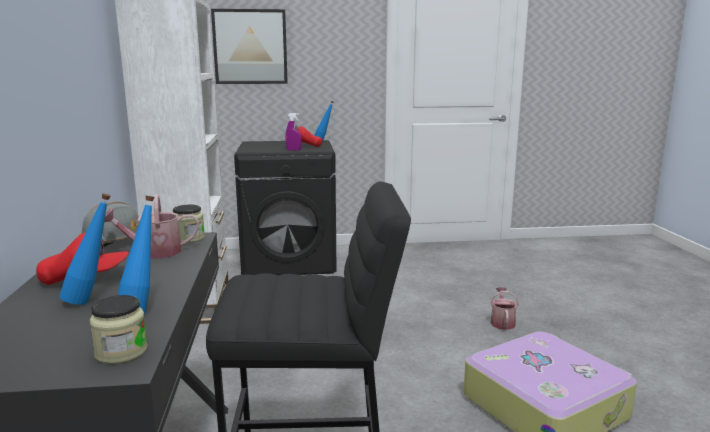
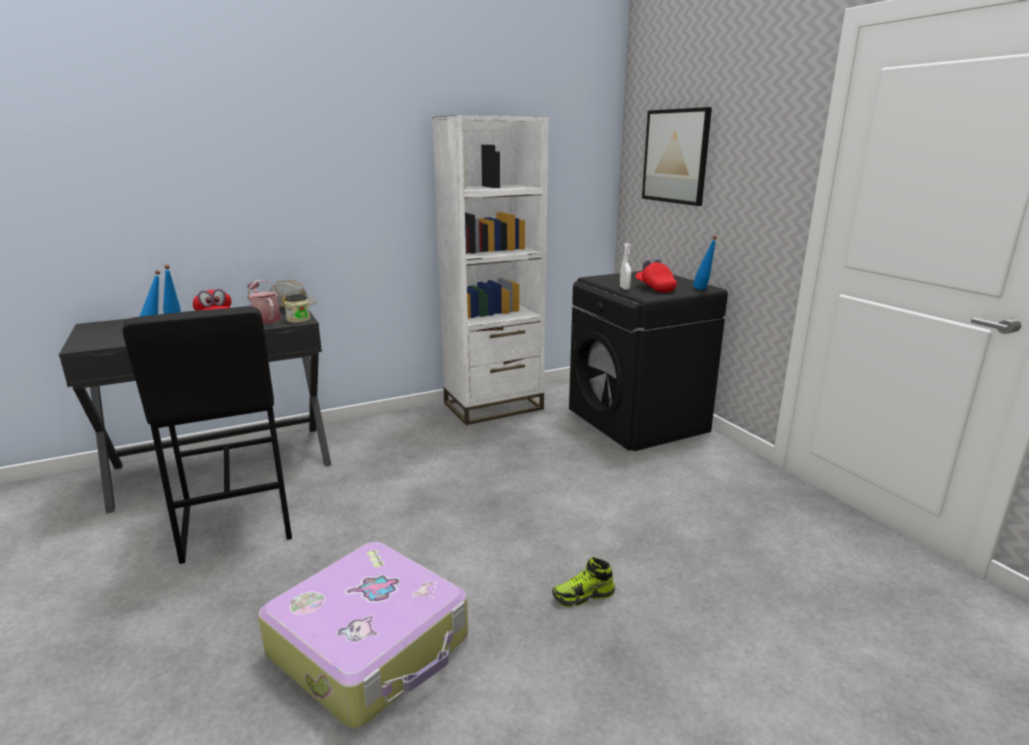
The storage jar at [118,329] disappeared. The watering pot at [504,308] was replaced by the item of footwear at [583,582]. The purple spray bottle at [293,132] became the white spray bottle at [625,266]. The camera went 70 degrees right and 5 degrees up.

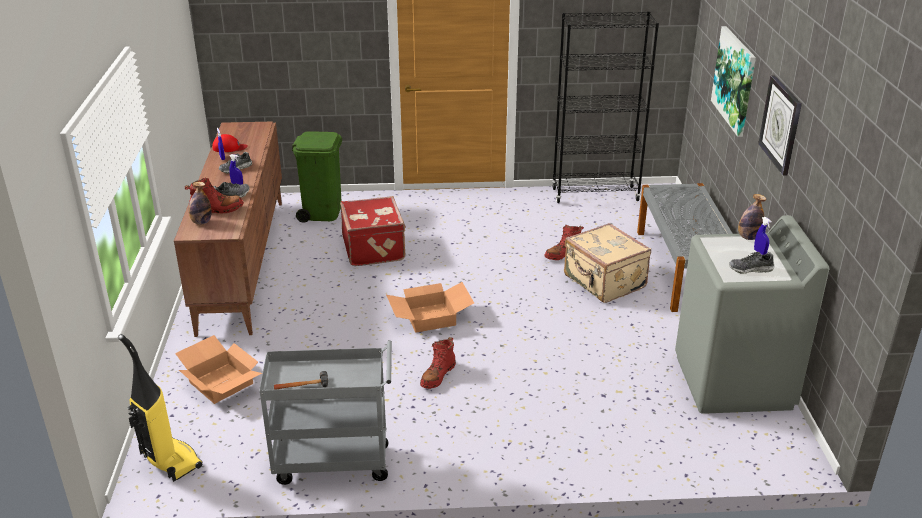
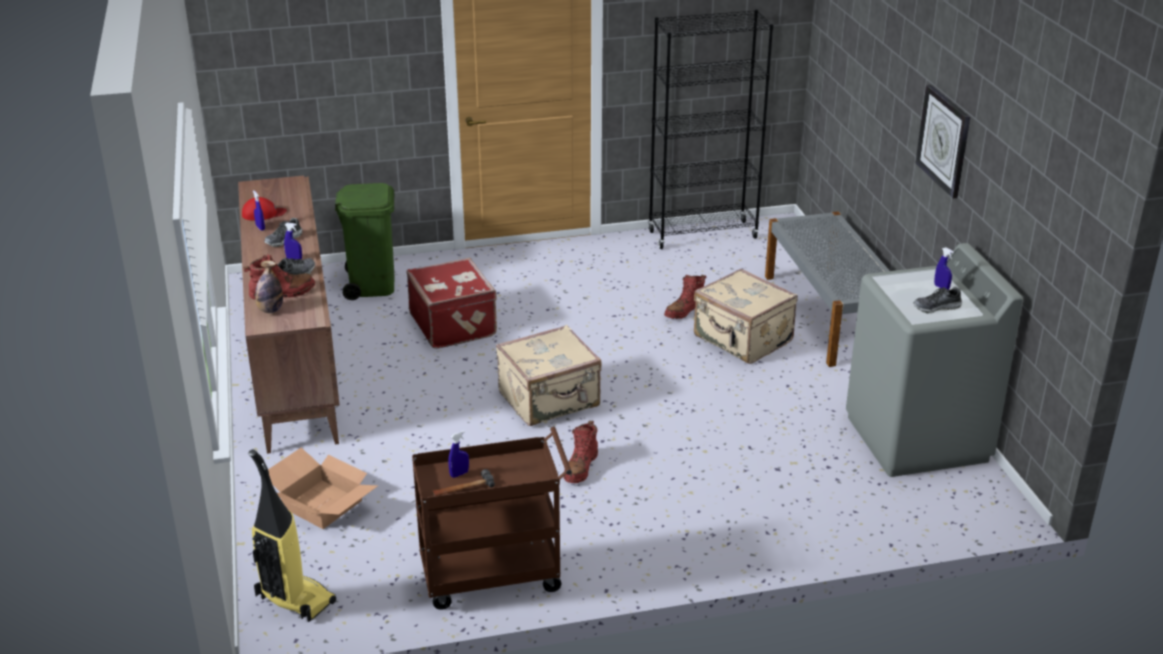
The wall art at [733,81] disappeared. The beverage bottle at [752,217] disappeared. The blue-coloured spray bottle at [458,454] appeared. The cardboard box at [430,307] was replaced by the beige travel case at [548,375]. The greyish cart at [325,412] became the brownish cart at [492,518]. The camera went 10 degrees left and 0 degrees up.

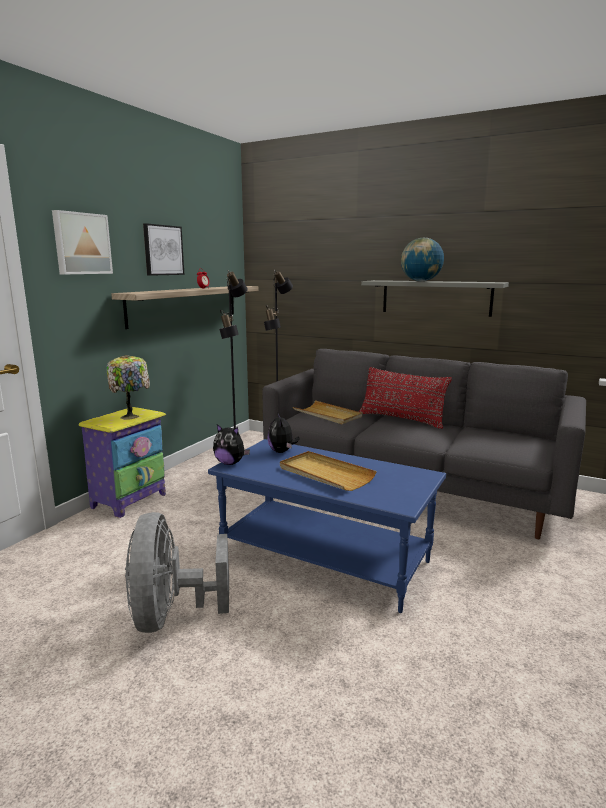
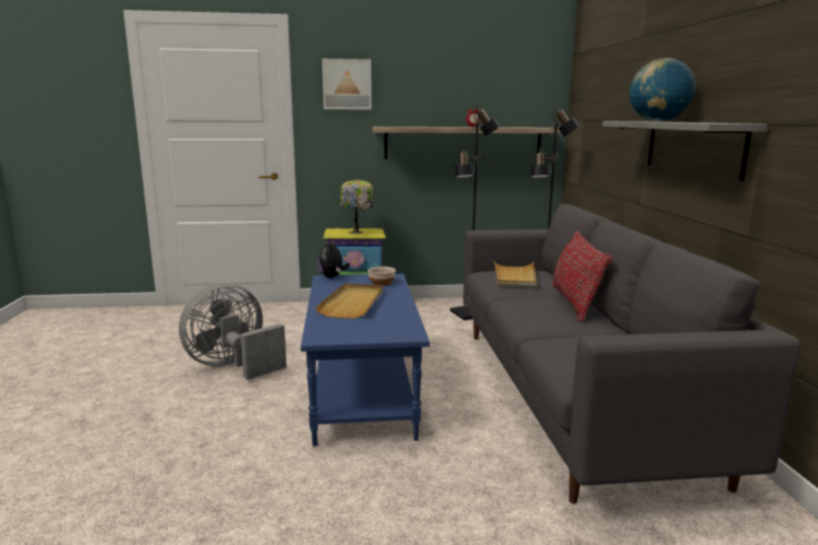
The wall art at [163,249] disappeared. The cuddly toy at [283,433] was replaced by the deep dish at [382,276]. The camera went 55 degrees right and 0 degrees up.

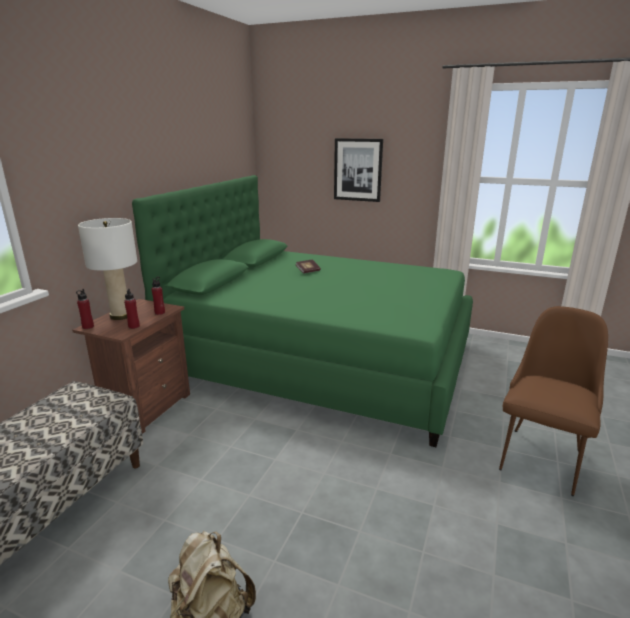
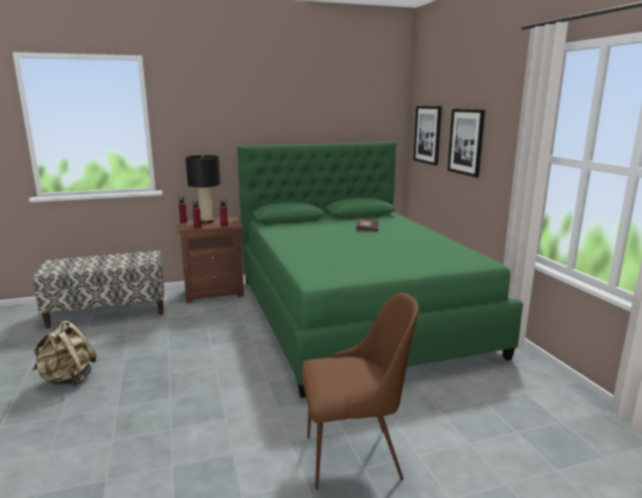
The wall art at [427,135] appeared. The white table lamp at [107,269] became the blackish table lamp at [203,189]. The camera went 50 degrees right and 5 degrees down.

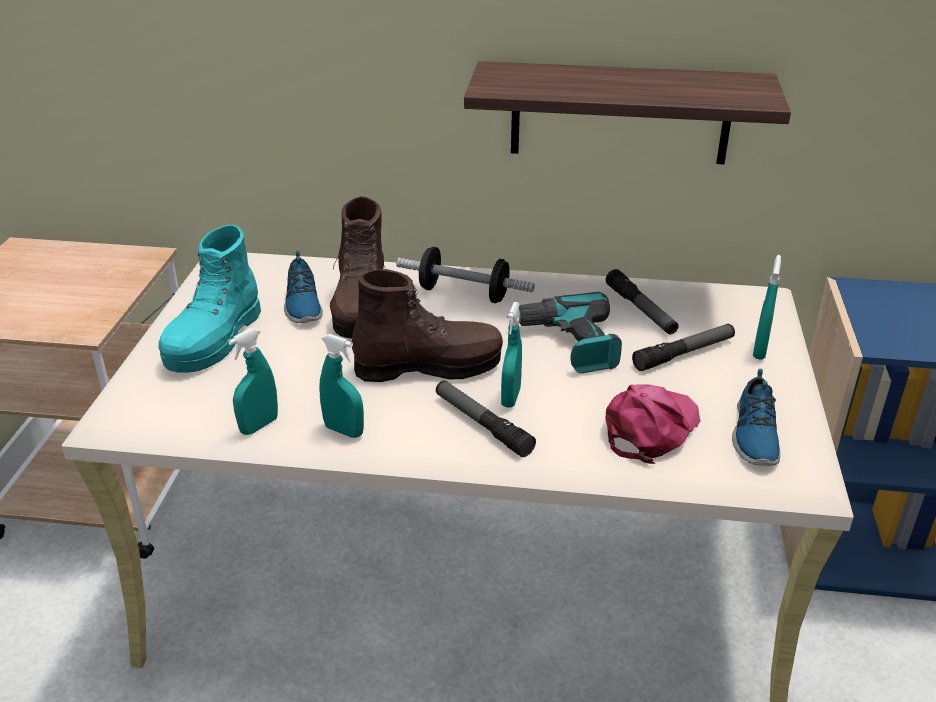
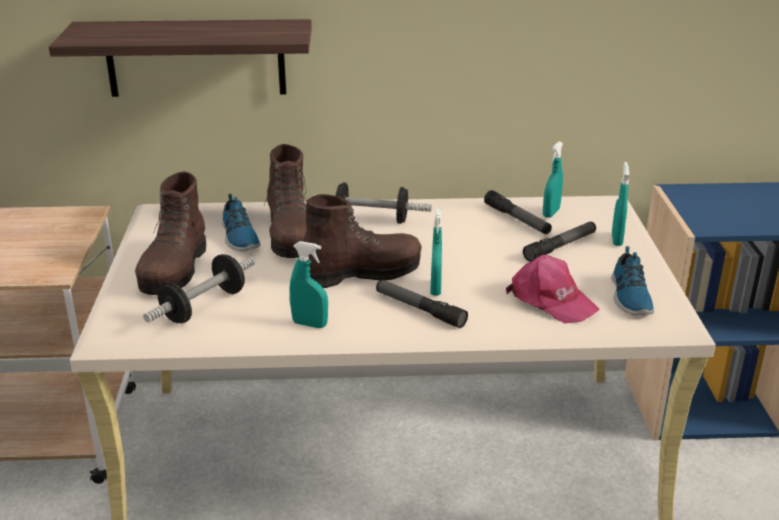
The power drill at [564,332] disappeared. The free weight at [199,288] appeared. The blue-green spray bottle moved from [253,381] to [553,179]. The bracket shelf moved from [627,112] to [180,58]. The blue-green high-top boot at [209,298] became the brownish high-top boot at [170,233]. The pink-coloured peaked cap at [653,424] turned 105 degrees clockwise. The camera went 10 degrees left and 5 degrees down.

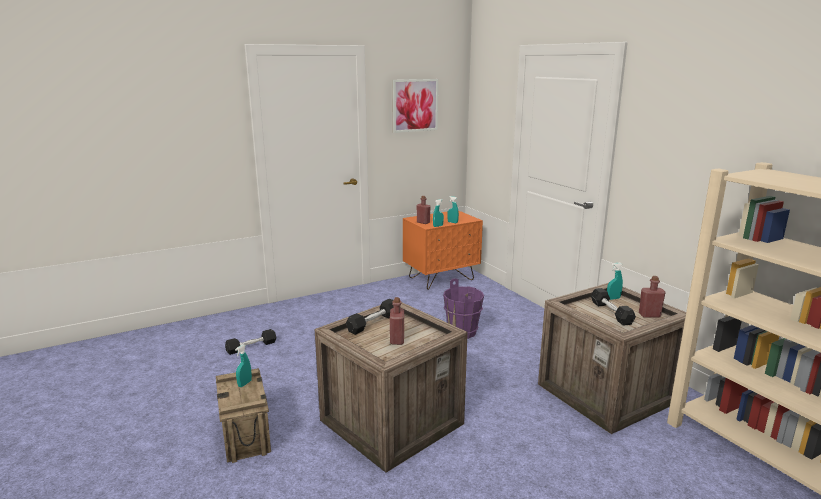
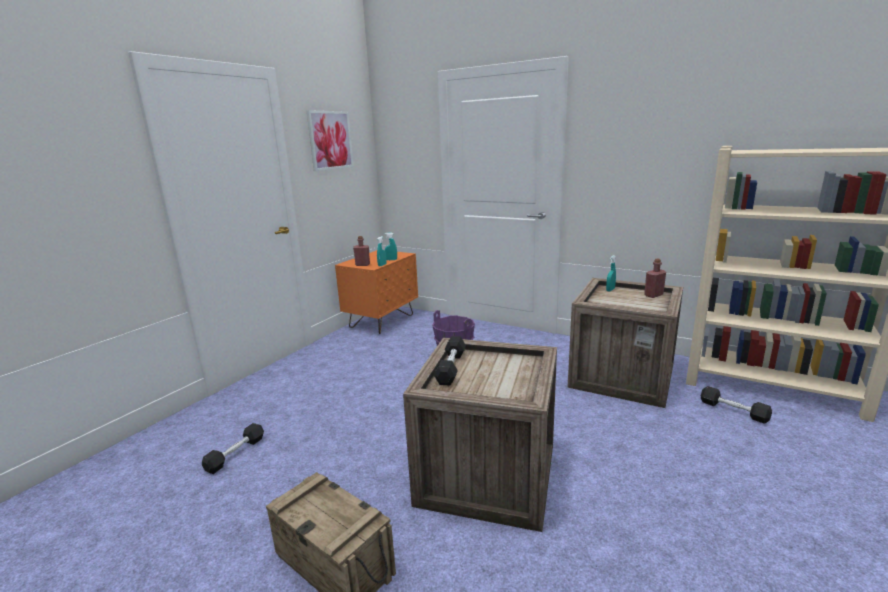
The blue-green spray bottle at [243,365] disappeared. The reddish beverage bottle at [397,321] disappeared. The blackish free weight moved from [613,307] to [736,405]. The camera went 30 degrees left and 0 degrees up.

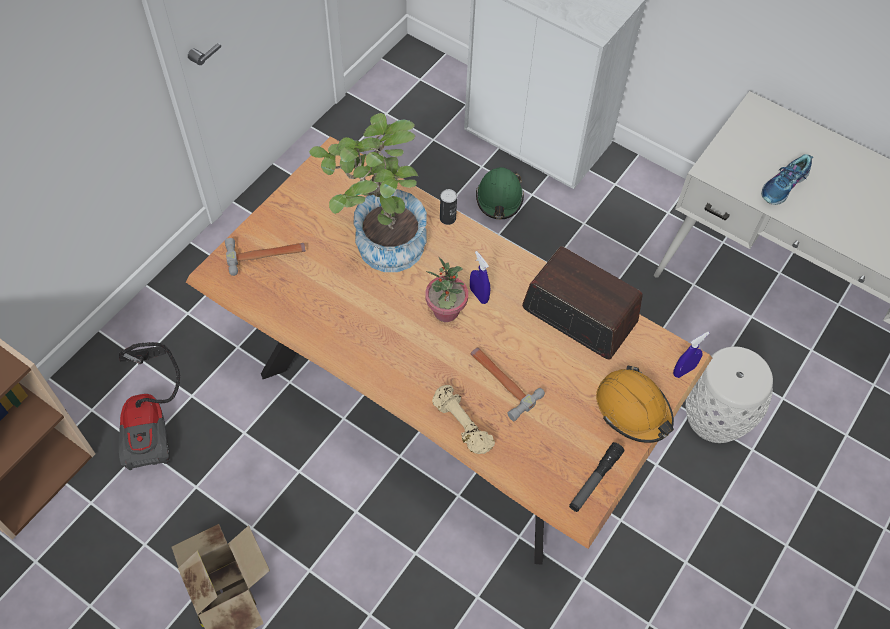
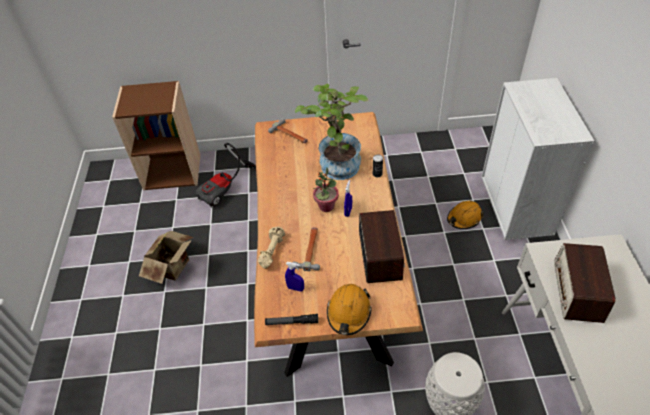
The blue-coloured spray bottle moved from [691,355] to [294,277]. The item of footwear at [787,179] was replaced by the radio set at [585,283]. The greenish safety helmet at [500,193] became the orangey safety helmet at [465,215]. The camera went 55 degrees right and 10 degrees down.

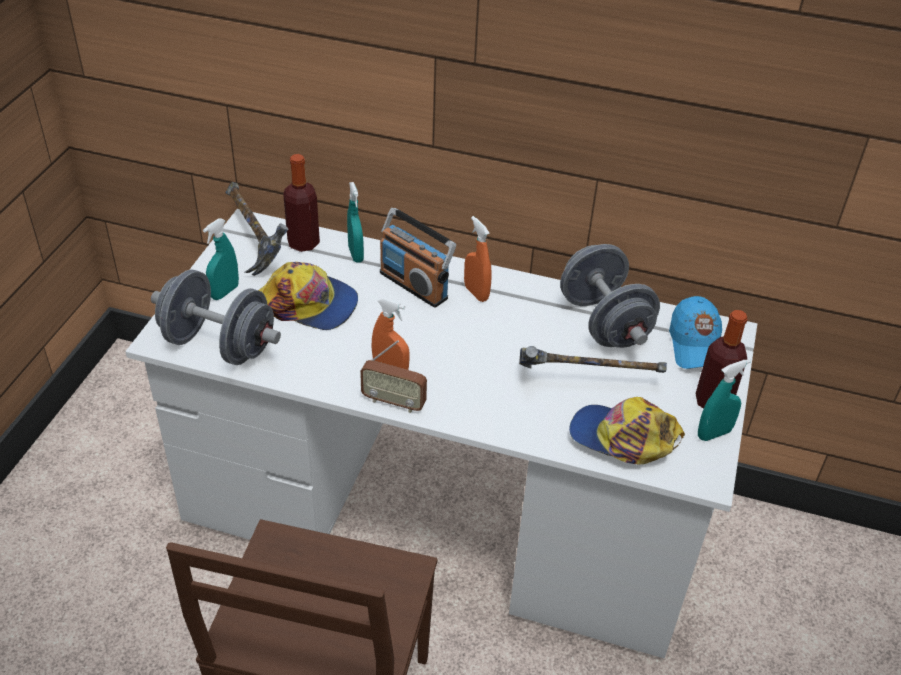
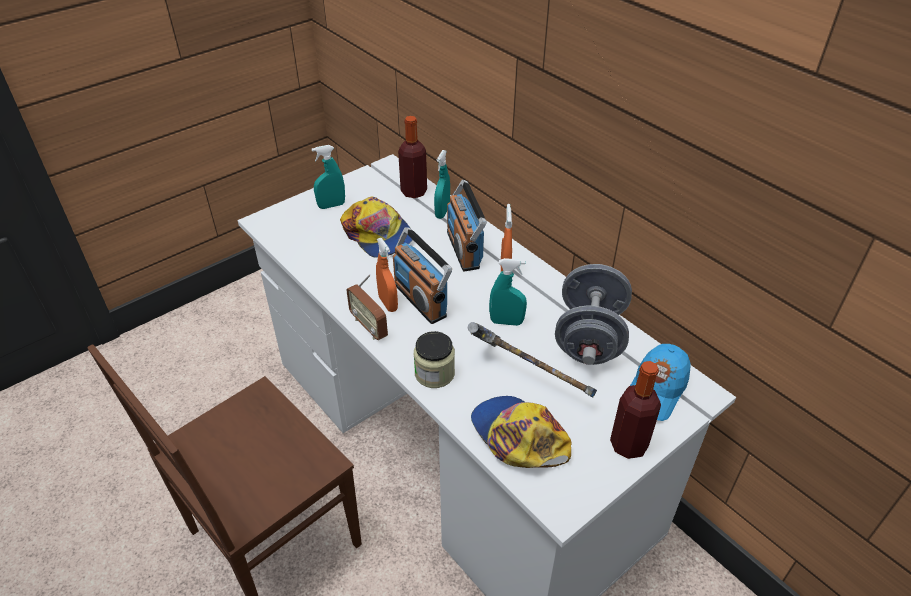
The greyish free weight at [216,317] disappeared. The tool hammer at [257,229] disappeared. The radio set at [422,275] appeared. The storage jar at [434,359] appeared. The blue-green spray bottle moved from [724,400] to [508,292]. The camera went 35 degrees right and 0 degrees up.

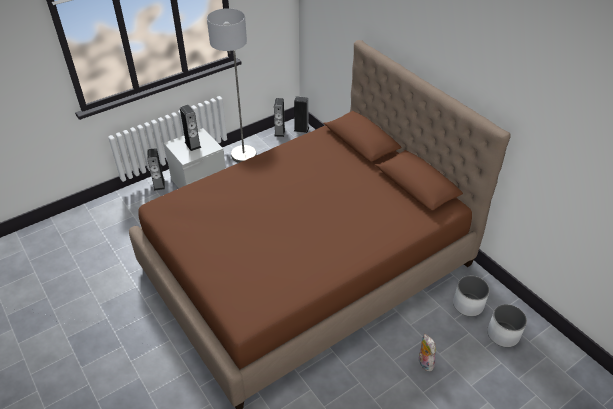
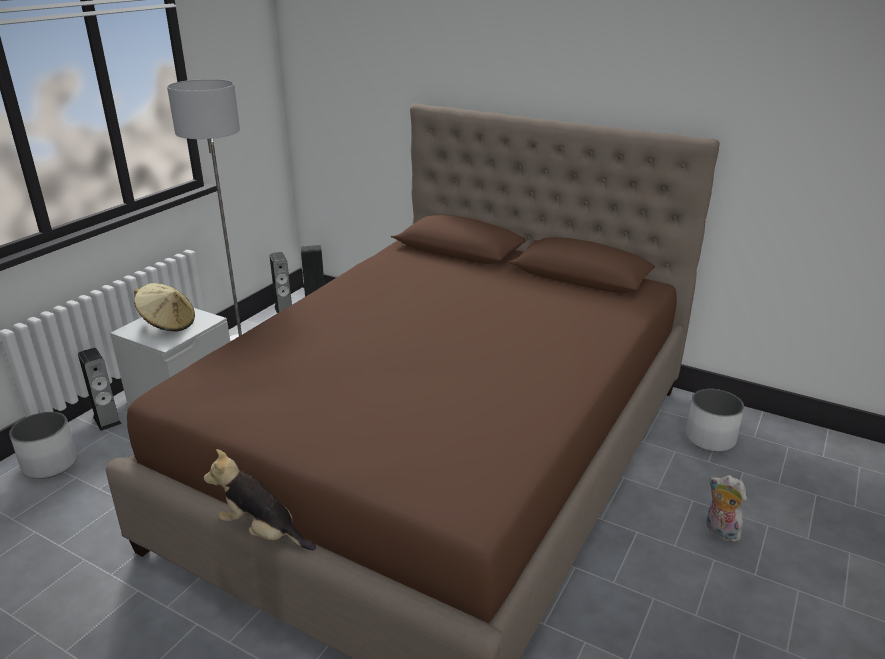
The cuddly toy at [260,499] appeared. The white planter moved from [507,325] to [43,445]. The loudspeaker at [190,128] was replaced by the beige wearable hat at [164,307]. The camera went 25 degrees left and 15 degrees down.

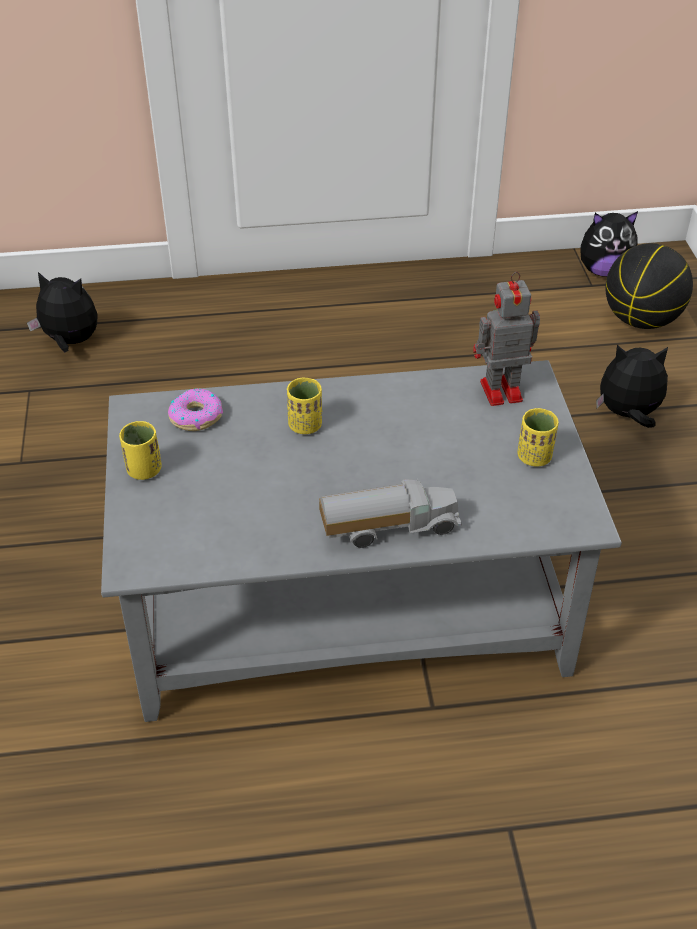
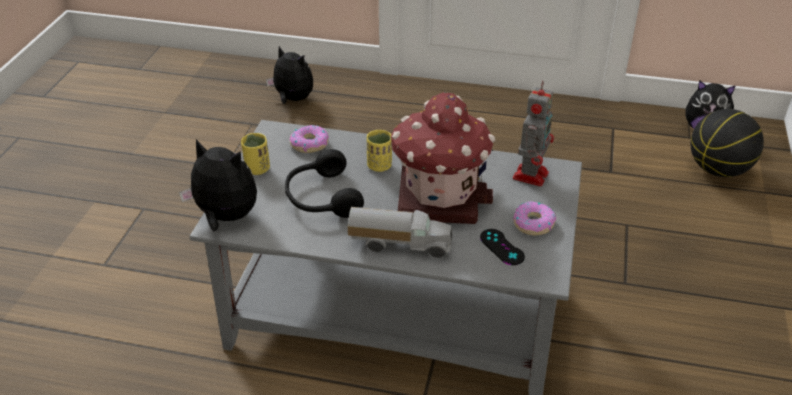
The blackish headset at [324,183] appeared. The toy house at [443,158] appeared. The blackish gamepad at [502,247] appeared. The cuddly toy moved from [632,386] to [218,185]. The yellowish cup at [538,437] was replaced by the donut at [534,218]. The toy robot at [506,339] turned 105 degrees clockwise. The camera went 20 degrees right and 5 degrees down.

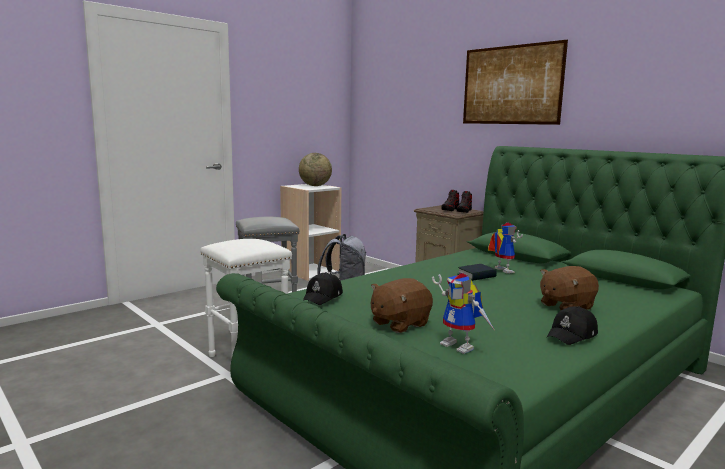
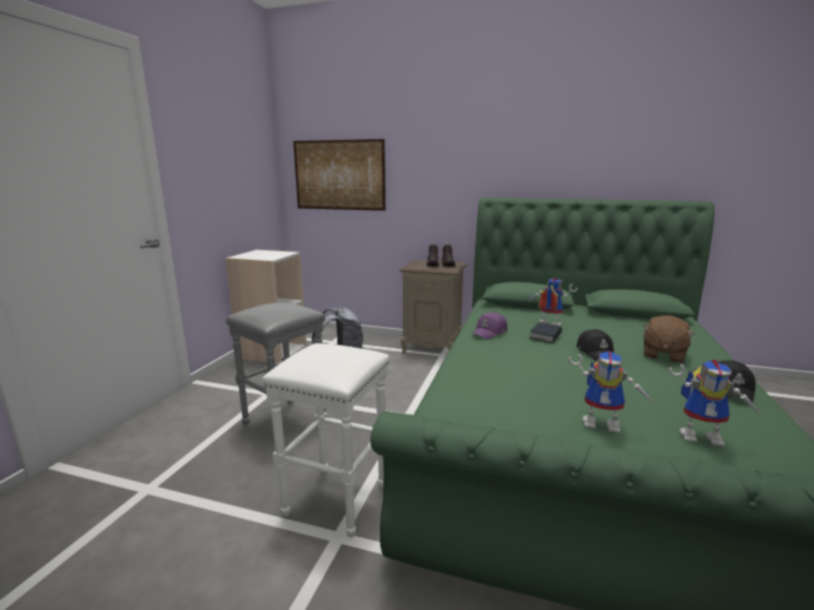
The desk globe at [315,169] disappeared. The purple peaked cap at [490,325] appeared. The blackish peaked cap moved from [323,288] to [595,345]. The wall art moved from [515,82] to [339,175]. The brownish cuddly toy at [402,305] was replaced by the toy robot at [611,391]. The camera went 30 degrees left and 5 degrees up.

